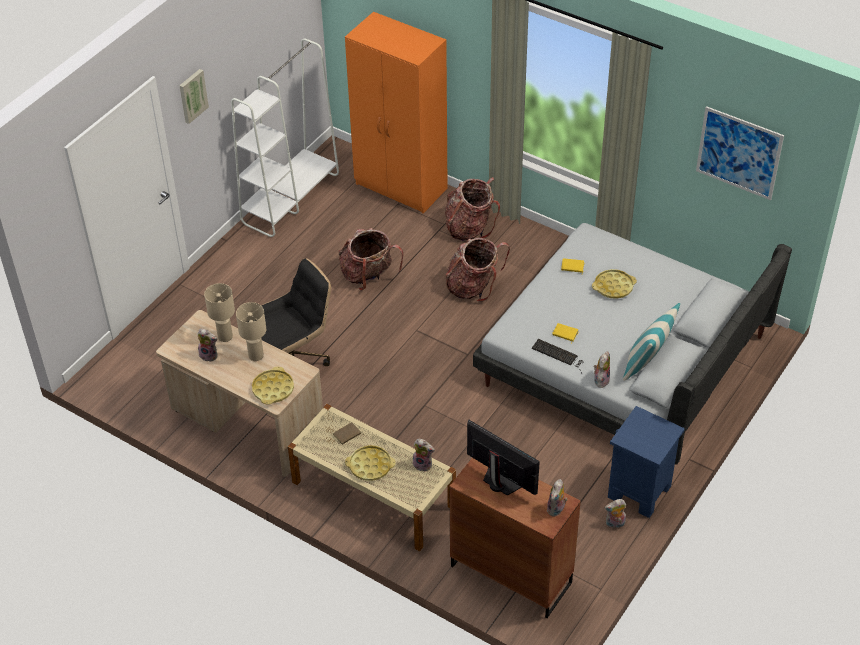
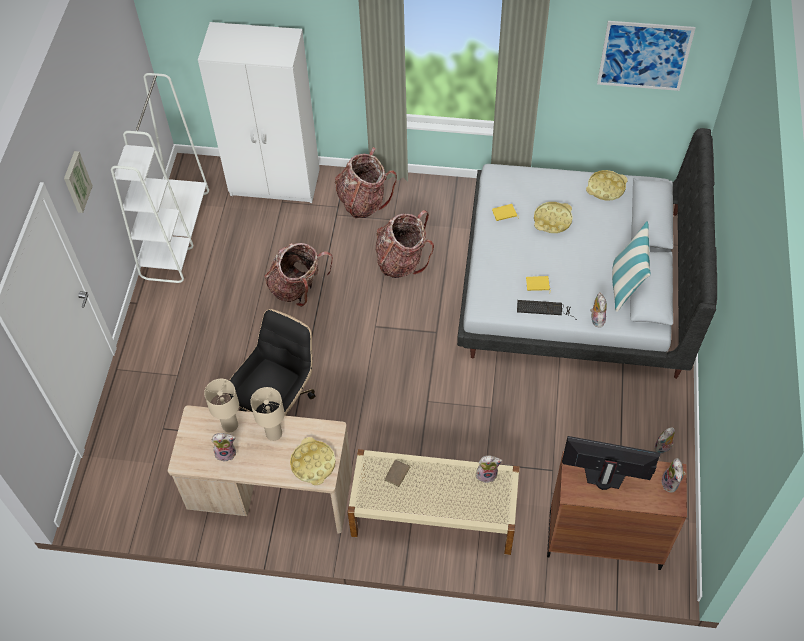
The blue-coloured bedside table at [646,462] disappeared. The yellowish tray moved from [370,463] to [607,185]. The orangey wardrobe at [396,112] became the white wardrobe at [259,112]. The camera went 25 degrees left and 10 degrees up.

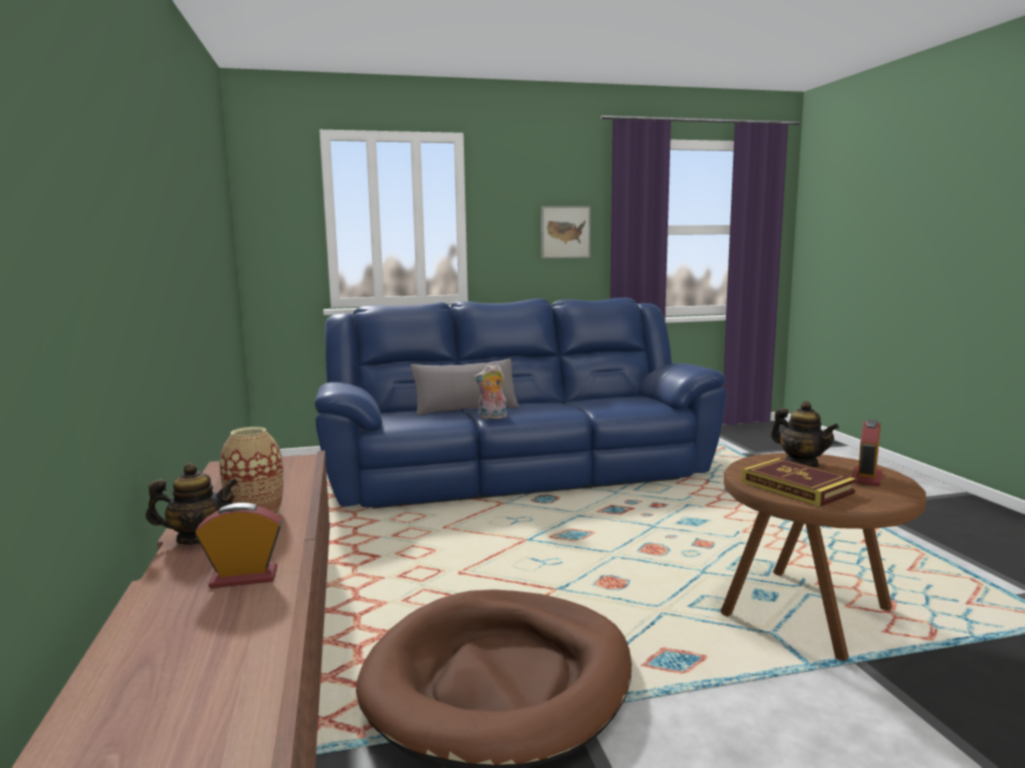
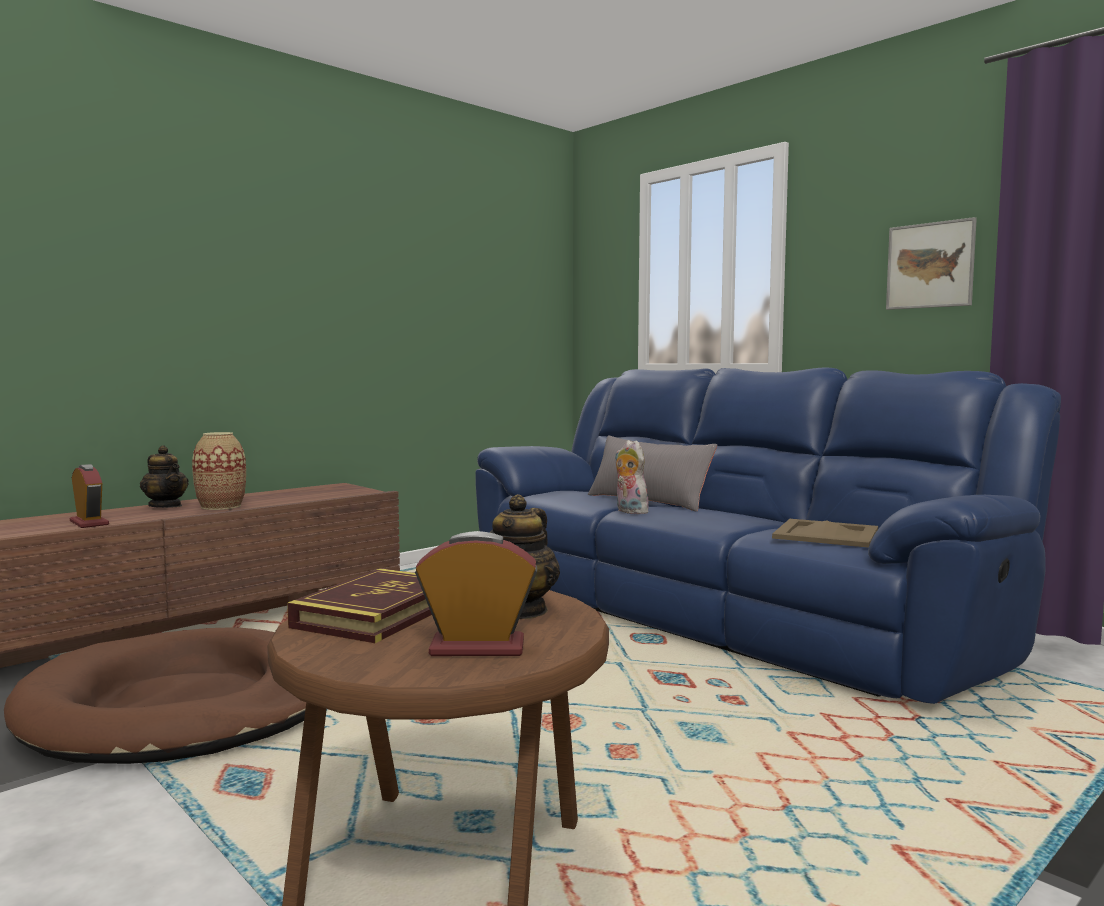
The beige tray at [825,533] appeared. The camera went 60 degrees right and 5 degrees down.

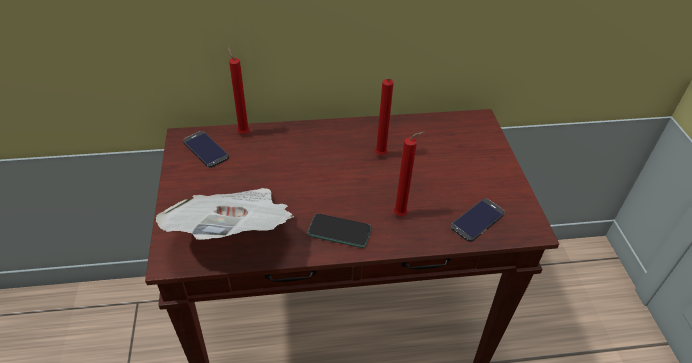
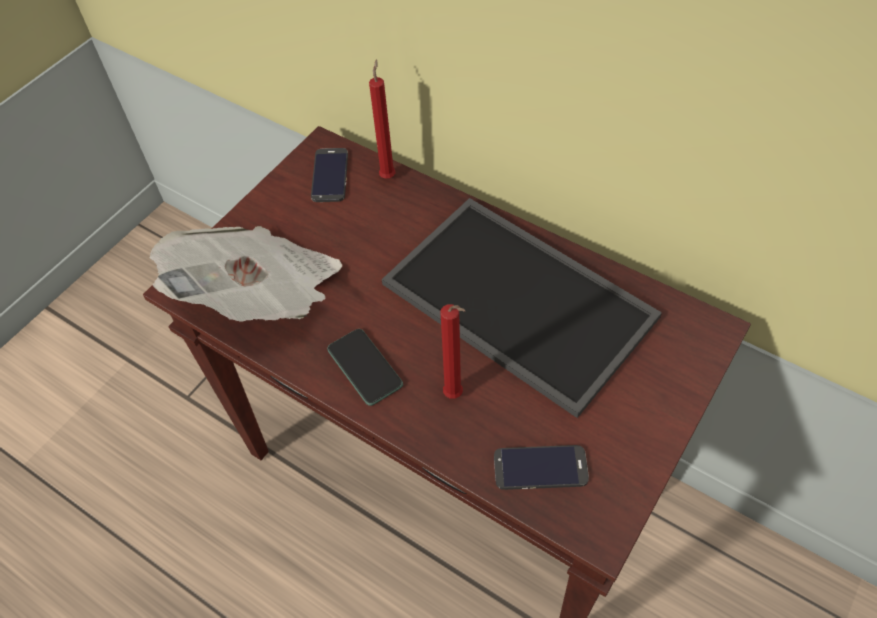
The reddish wax light at [384,116] was replaced by the tray at [522,308]. The camera went 45 degrees right and 10 degrees up.

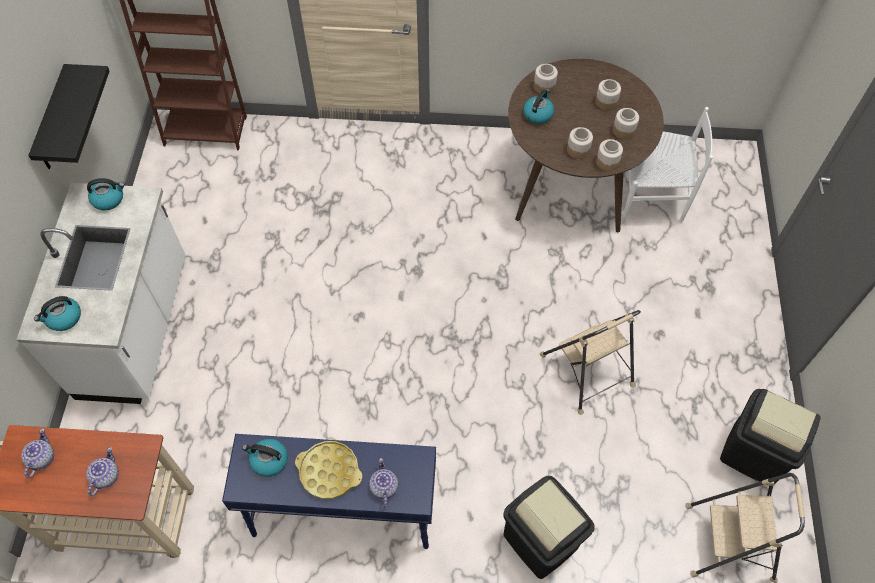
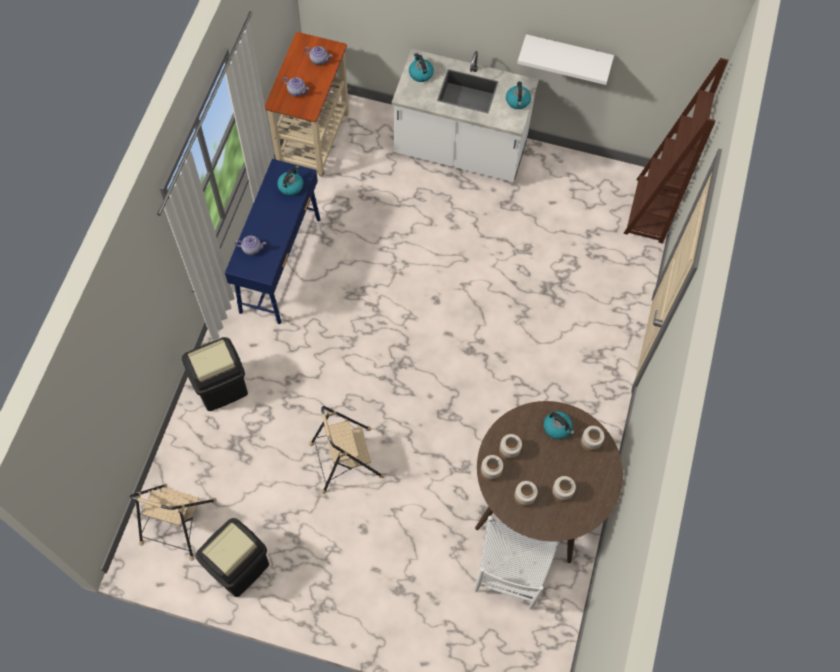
The yellowish tray at [329,470] disappeared. The blackish bracket shelf at [69,116] became the white bracket shelf at [565,59]. The camera went 100 degrees right and 5 degrees up.

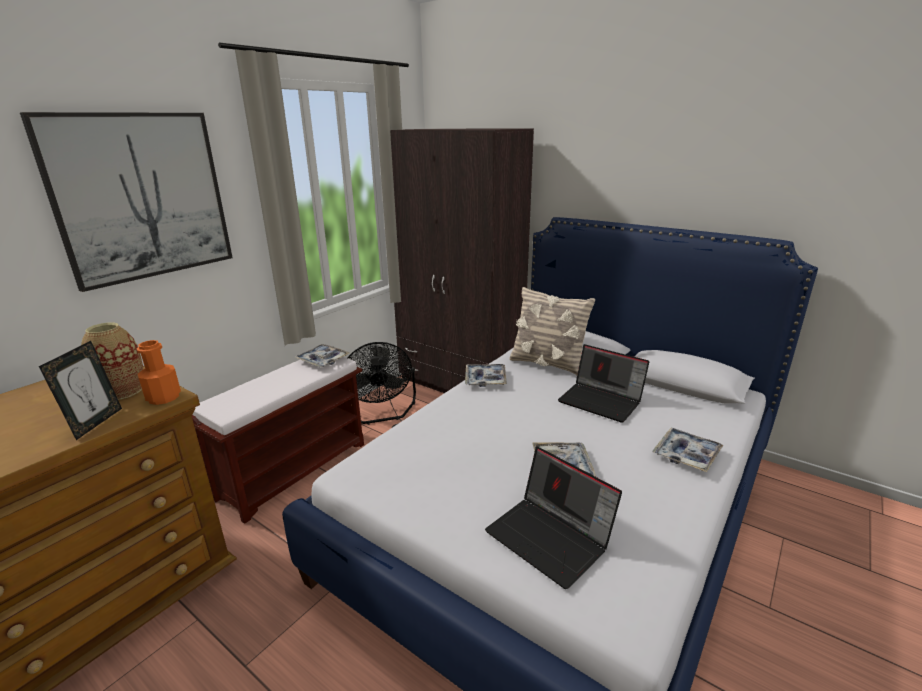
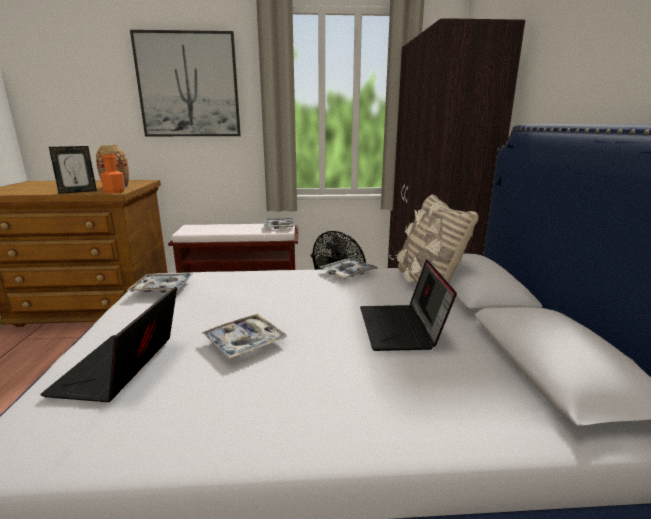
The tray moved from [688,450] to [159,283]. The camera went 50 degrees right and 5 degrees down.

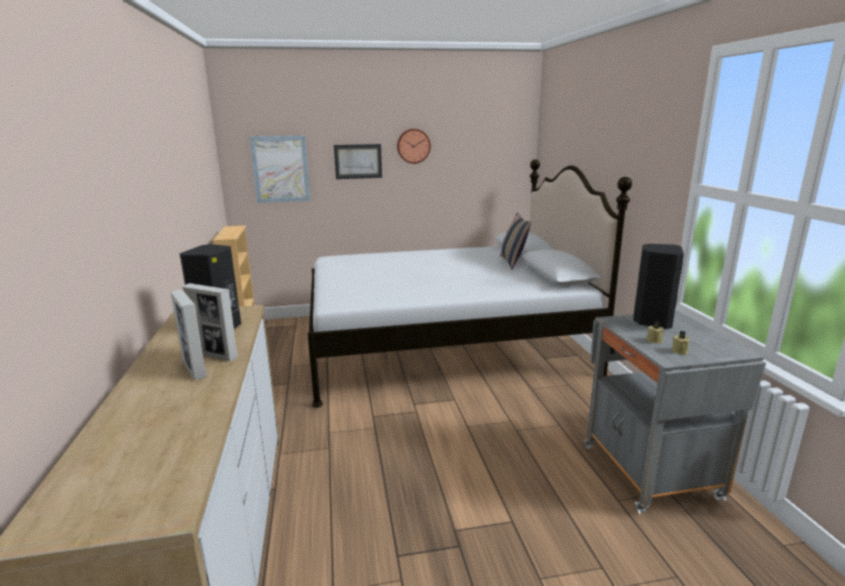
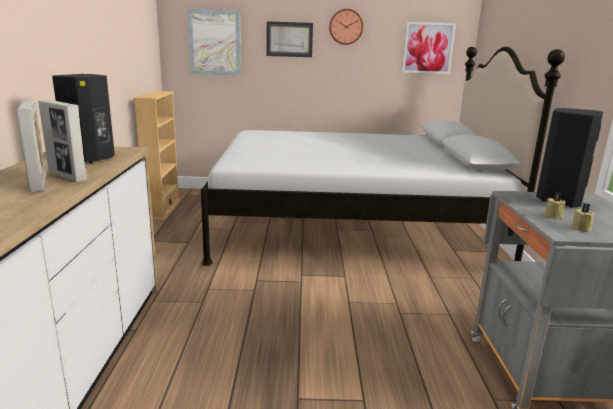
The cushion at [515,241] disappeared. The wall art at [429,48] appeared. The camera went 10 degrees right and 0 degrees up.

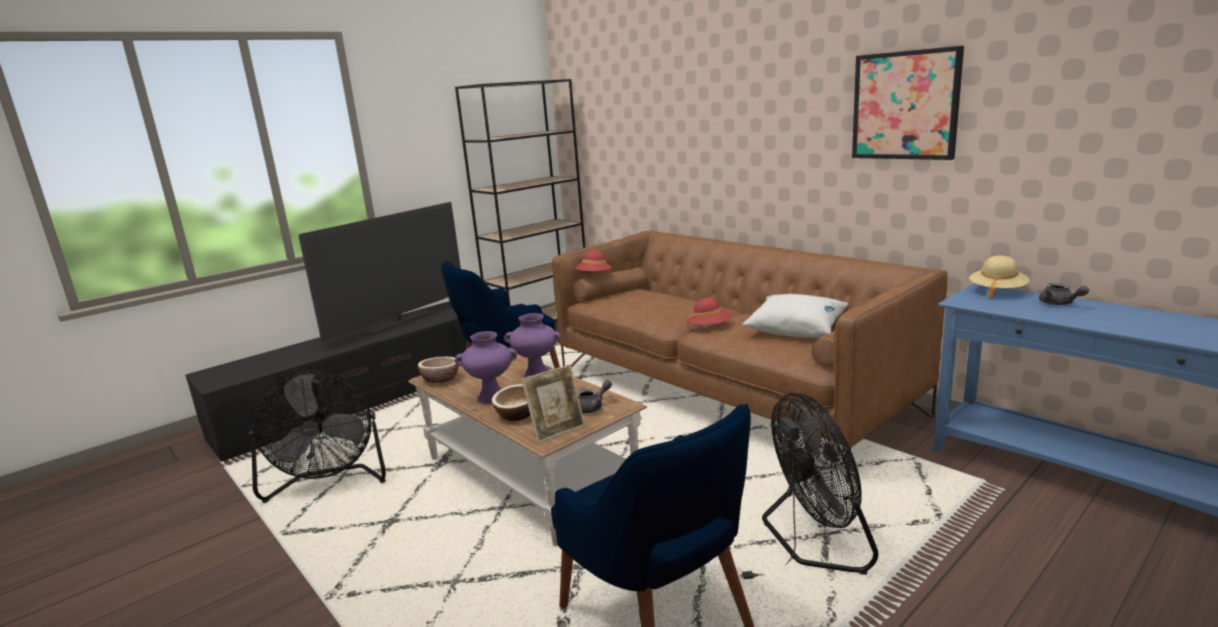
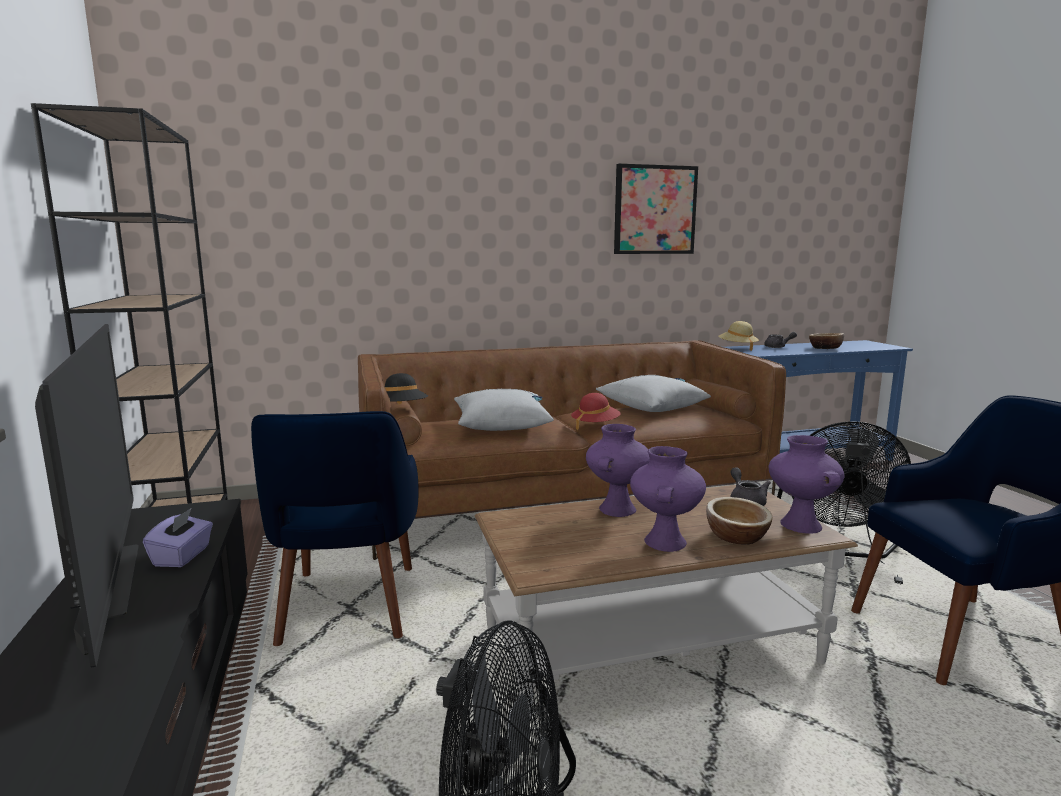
The purple tissue box at [178,538] appeared. The greyish cushion at [504,410] appeared. The deep dish moved from [438,370] to [826,341]. The standing frame at [553,403] was replaced by the purple flower vase at [806,484]. The reddish wearable hat at [593,261] became the blackish wearable hat at [406,388]. The camera went 65 degrees left and 5 degrees down.

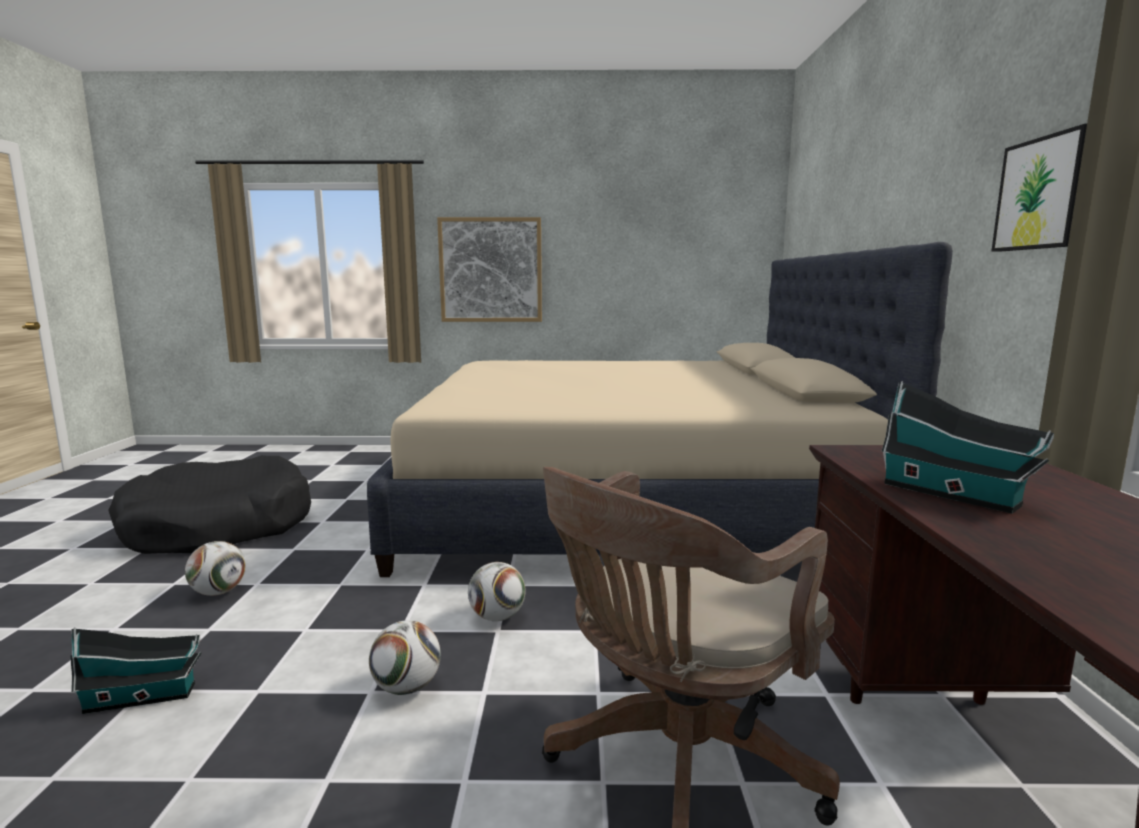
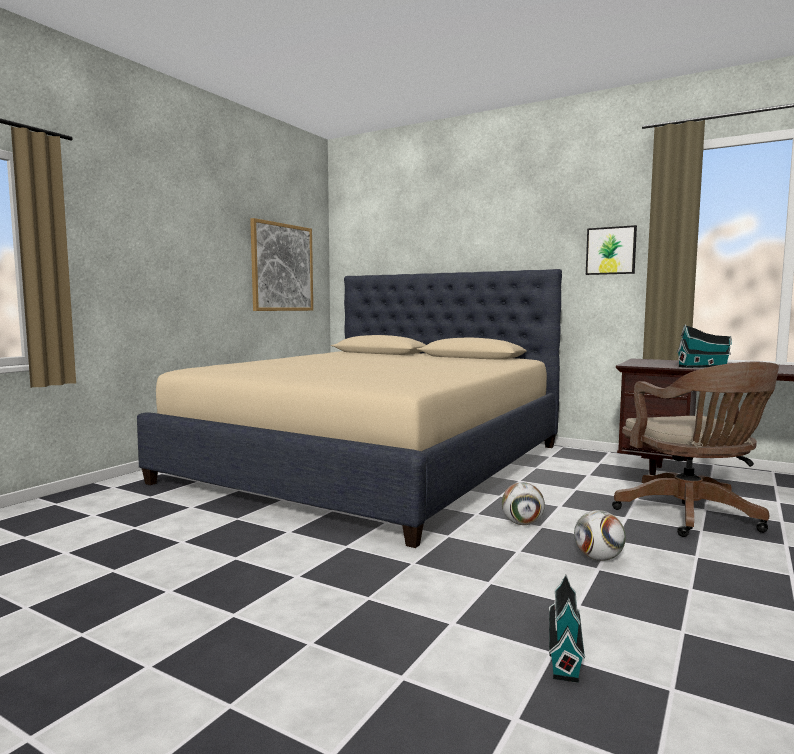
The blackish dog cushion at [209,504] disappeared. The football ball at [215,568] disappeared. The wall art moved from [489,269] to [281,264]. The camera went 60 degrees left and 5 degrees down.

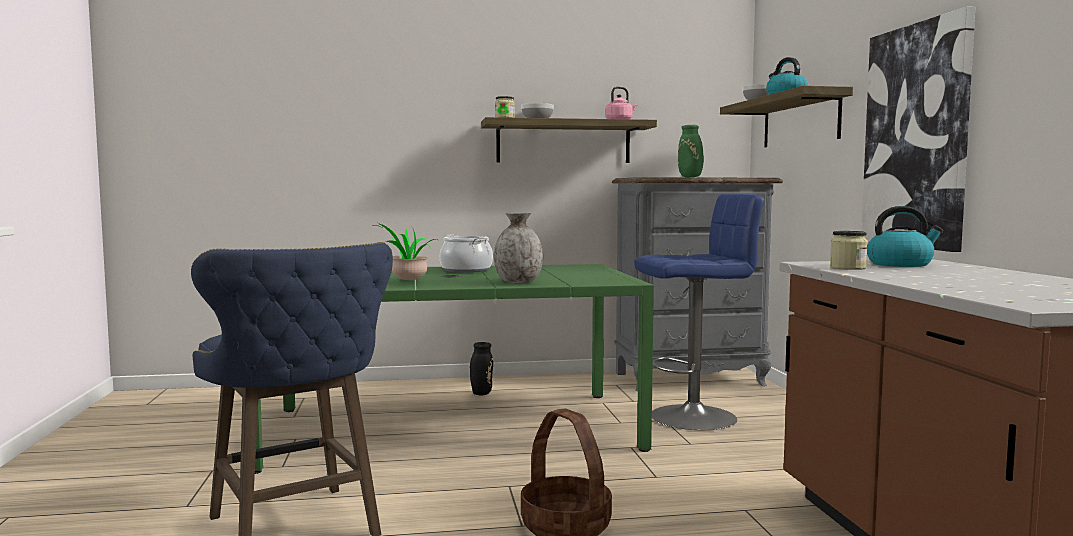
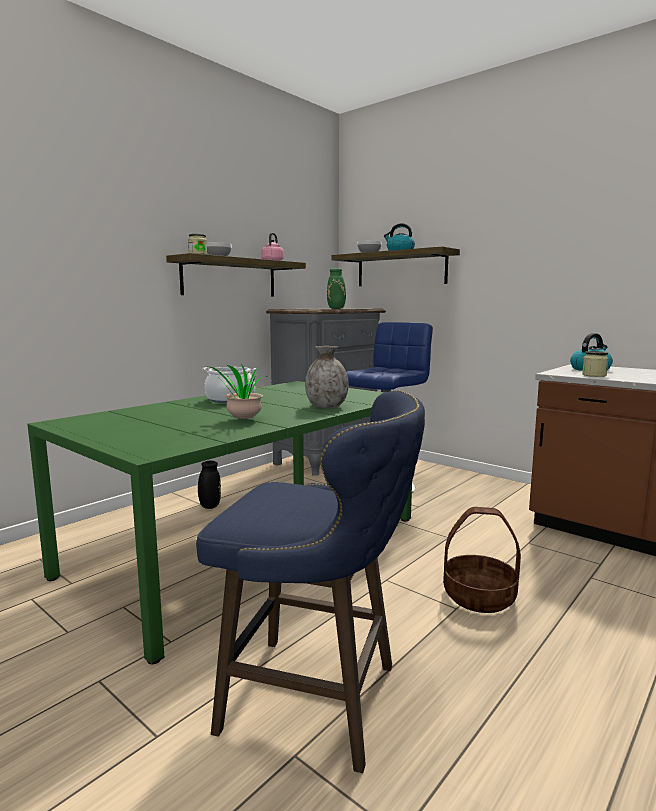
The wall art at [918,129] disappeared. The camera went 40 degrees left and 5 degrees up.

